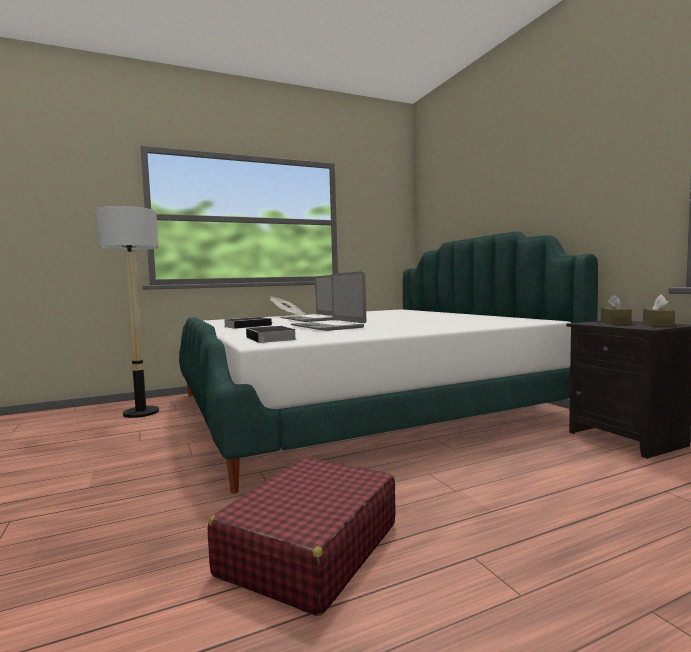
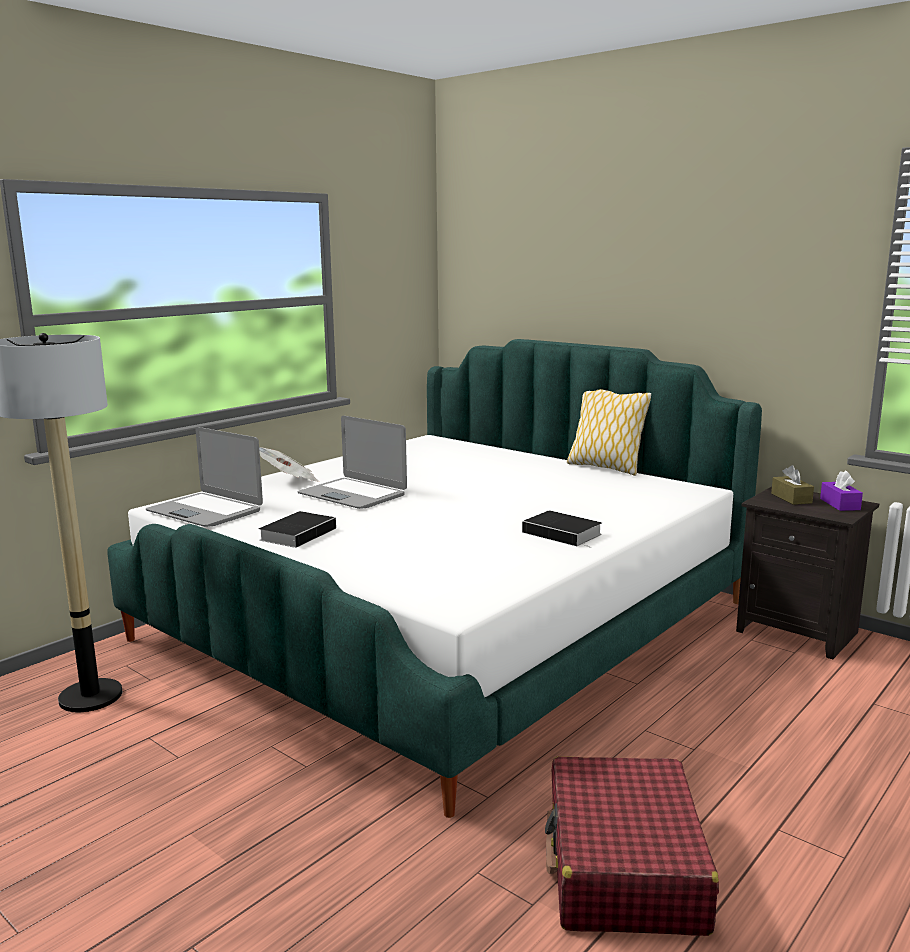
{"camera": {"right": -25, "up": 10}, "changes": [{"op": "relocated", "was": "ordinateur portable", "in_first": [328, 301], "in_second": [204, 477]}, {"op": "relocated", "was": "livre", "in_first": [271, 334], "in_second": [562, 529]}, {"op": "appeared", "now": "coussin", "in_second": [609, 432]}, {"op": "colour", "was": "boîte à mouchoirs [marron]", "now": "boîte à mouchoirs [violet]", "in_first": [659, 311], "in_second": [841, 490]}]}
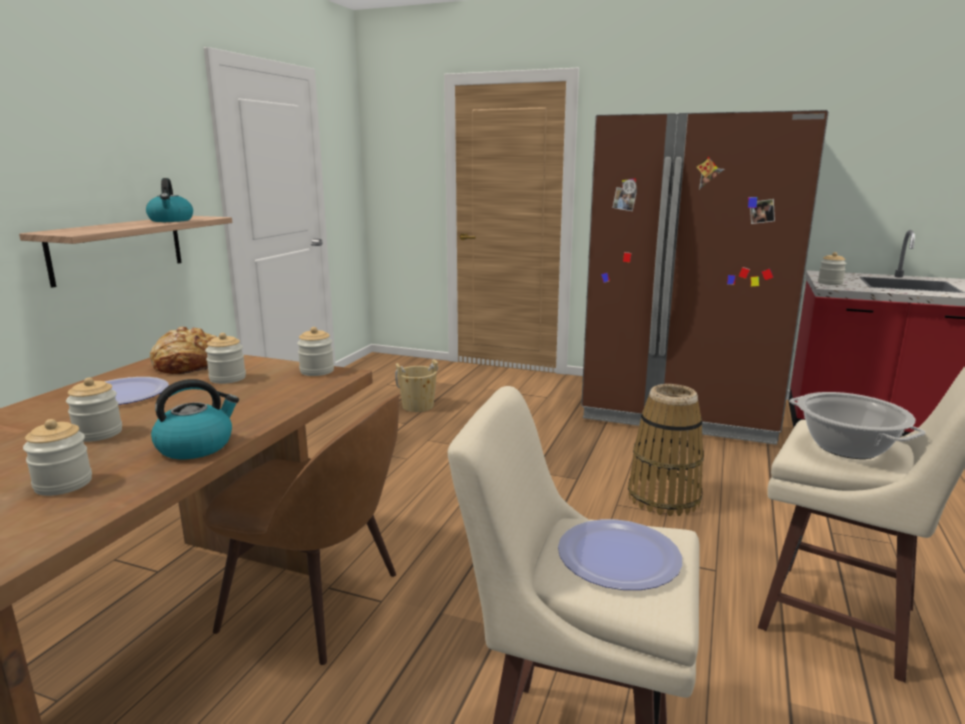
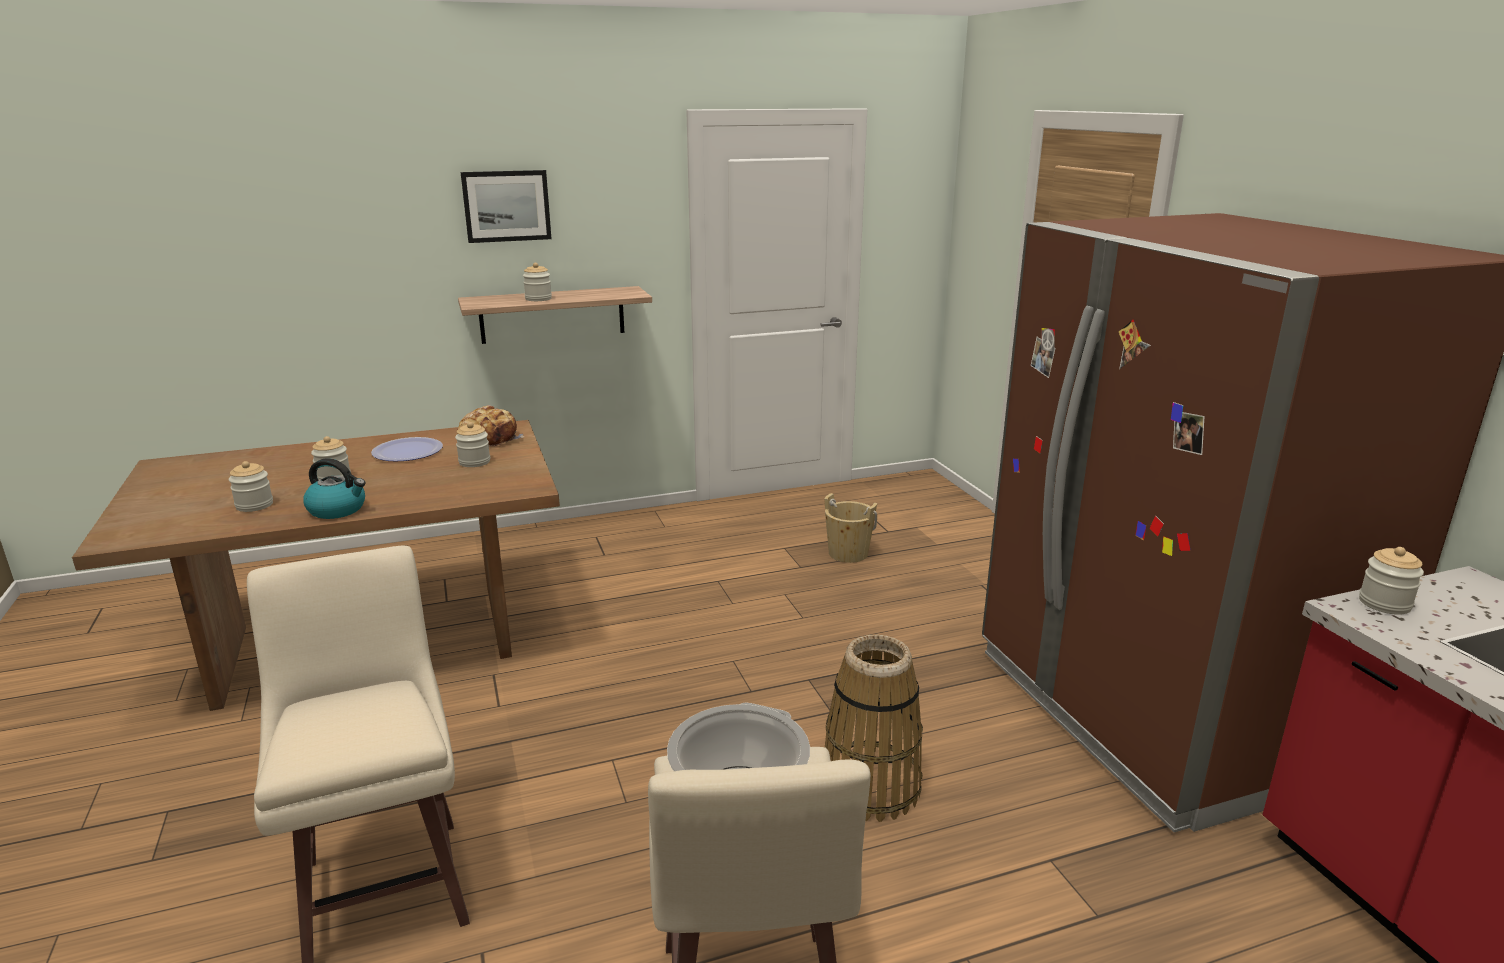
{"camera": {"right": 50, "up": 5}, "changes": [{"op": "appeared", "now": "tableau", "in_second": [506, 206]}, {"op": "relocated", "was": "bocal", "in_first": [315, 351], "in_second": [537, 282]}, {"op": "missing", "was": "bouilloire", "in_first": [169, 200]}, {"op": "missing", "was": "chaise [marron]", "in_first": [301, 529]}, {"op": "missing", "was": "assiette", "in_first": [620, 554]}]}
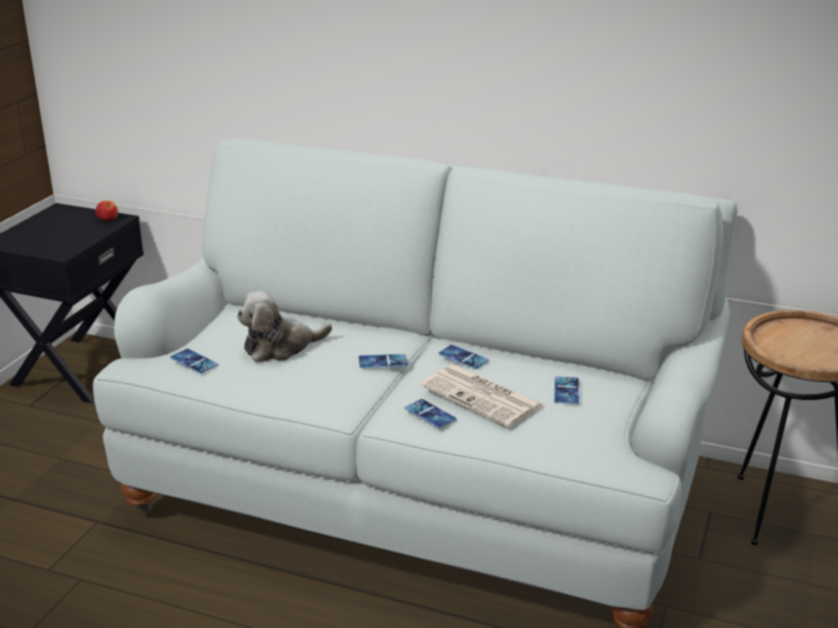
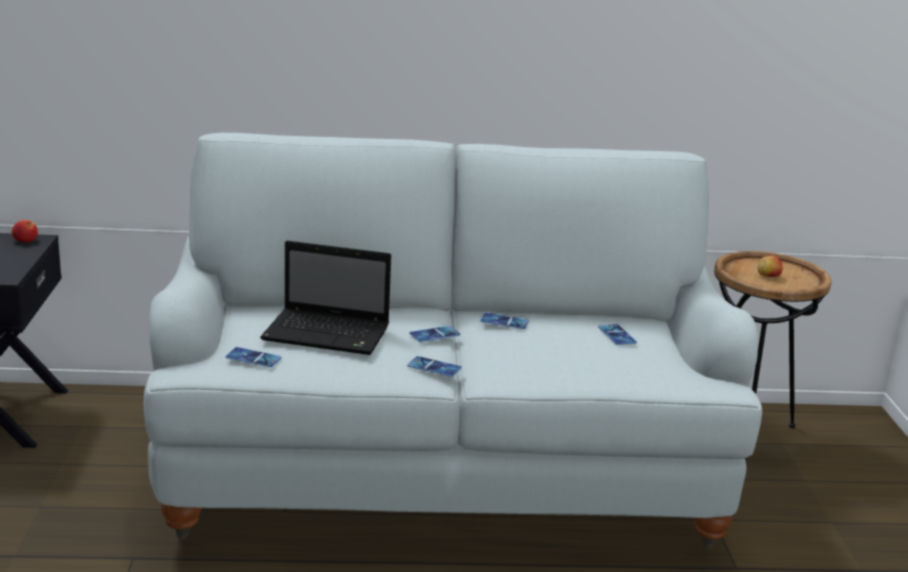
{"camera": {"right": -25, "up": -5}, "changes": [{"op": "exchanged", "was": "peluche", "now": "ordinateur portable", "in_first": [284, 326], "in_second": [325, 298]}, {"op": "relocated", "was": "téléphone", "in_first": [431, 413], "in_second": [434, 366]}, {"op": "appeared", "now": "pomme", "in_second": [770, 266]}, {"op": "missing", "was": "journal", "in_first": [482, 396]}]}
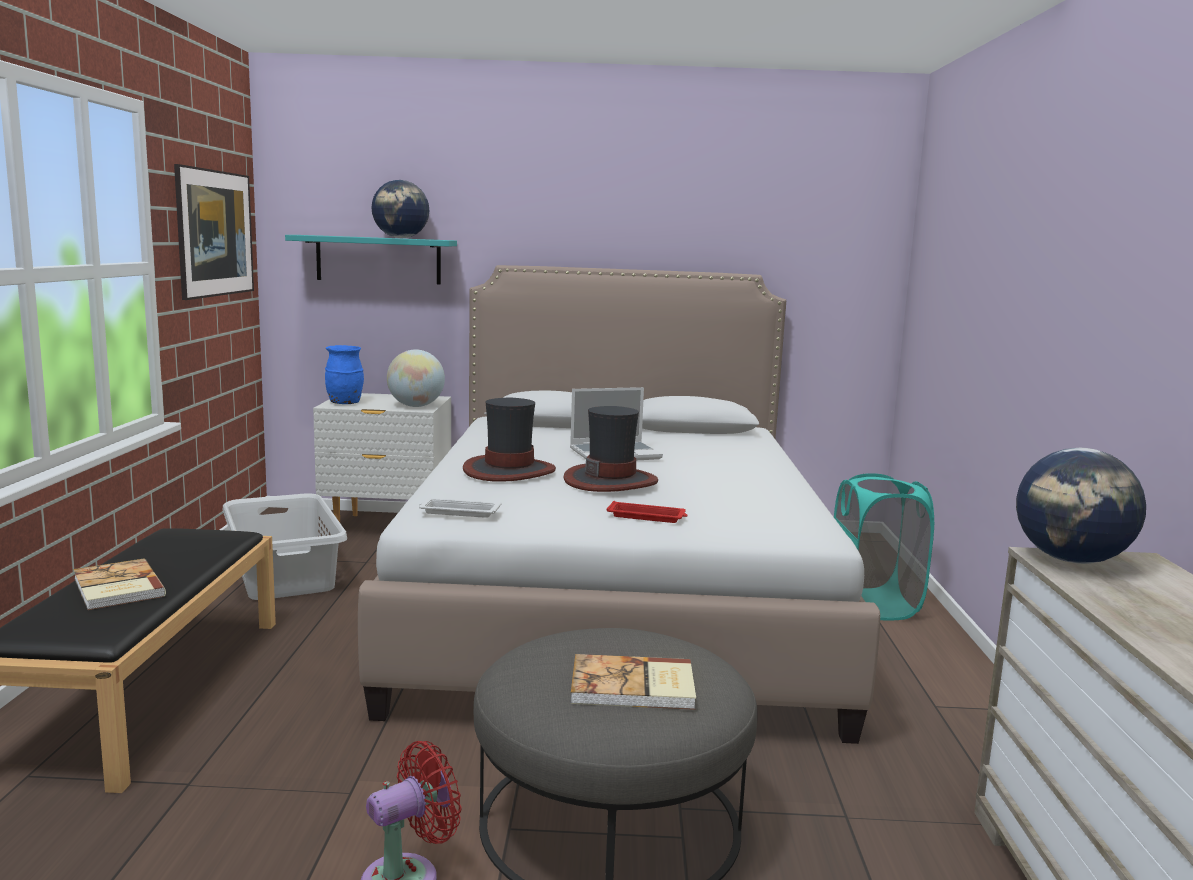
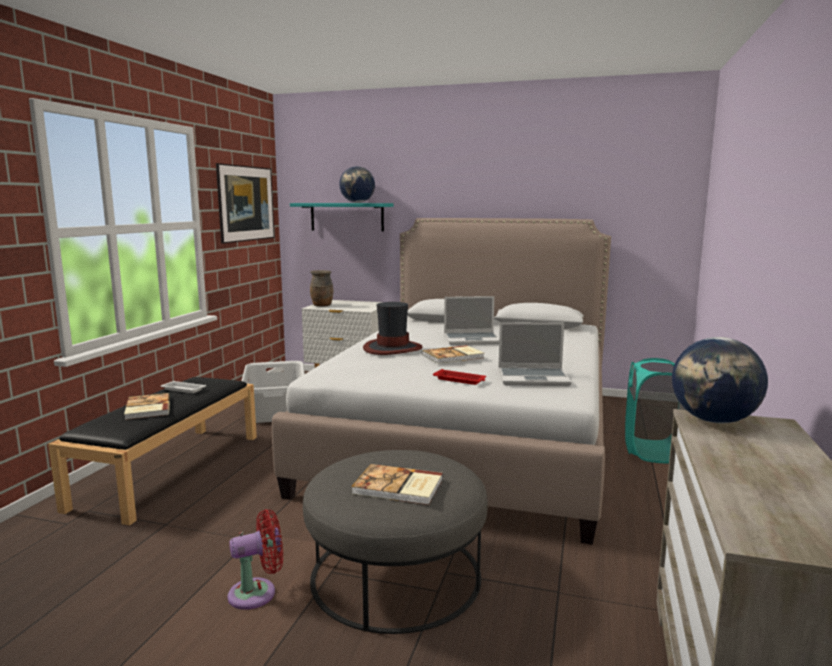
{"camera": {"right": 15, "up": 0}, "changes": [{"op": "relocated", "was": "plateau [blanc]", "in_first": [460, 508], "in_second": [183, 387]}, {"op": "colour", "was": "vase [bleu]", "now": "vase [marron]", "in_first": [344, 374], "in_second": [321, 288]}, {"op": "exchanged", "was": "chapeau", "now": "livre", "in_first": [610, 449], "in_second": [453, 354]}, {"op": "appeared", "now": "ordinateur portable", "in_second": [535, 354]}, {"op": "missing", "was": "globe", "in_first": [416, 378]}]}
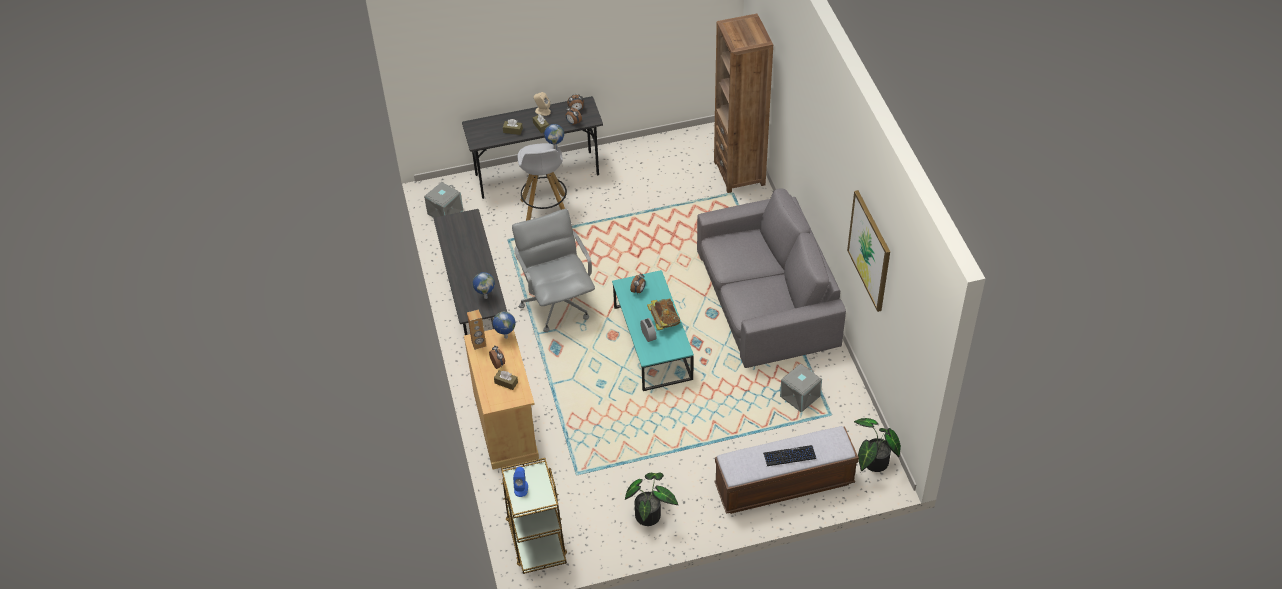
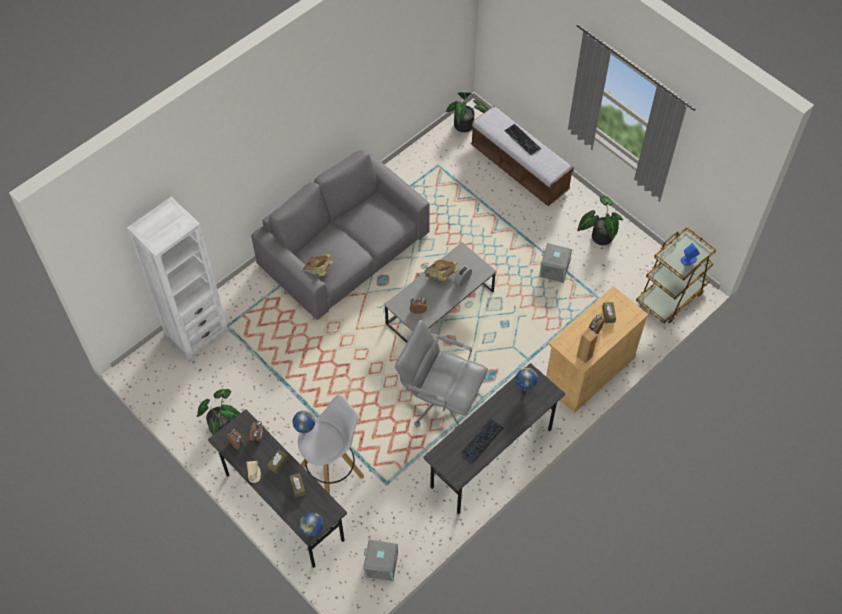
{"camera": {"right": -120, "up": 10}, "changes": [{"op": "colour", "was": "bibliothèque [marron]", "now": "bibliothèque [blanc]", "in_first": [743, 103], "in_second": [177, 278]}, {"op": "appeared", "now": "plante en pot", "in_second": [218, 412]}, {"op": "relocated", "was": "globe", "in_first": [504, 325], "in_second": [312, 524]}, {"op": "appeared", "now": "livre", "in_second": [317, 265]}, {"op": "colour", "was": "table basse [turquoise]", "now": "table basse [gris]", "in_first": [653, 330], "in_second": [440, 292]}, {"op": "spun", "was": "chaise de bureau [gris]", "in_first": [553, 270], "in_second": [441, 374], "clockwise": 75}, {"op": "appeared", "now": "clavier", "in_second": [482, 440]}, {"op": "relocated", "was": "boîte de rangement [gris]", "in_first": [801, 387], "in_second": [555, 263]}, {"op": "missing", "was": "tableau", "in_first": [868, 251]}]}
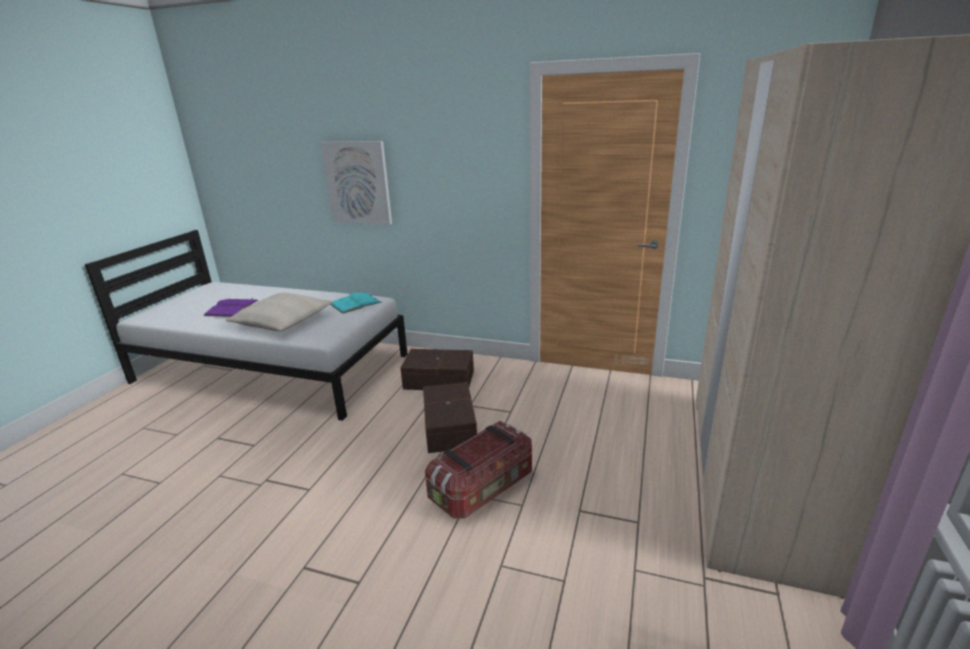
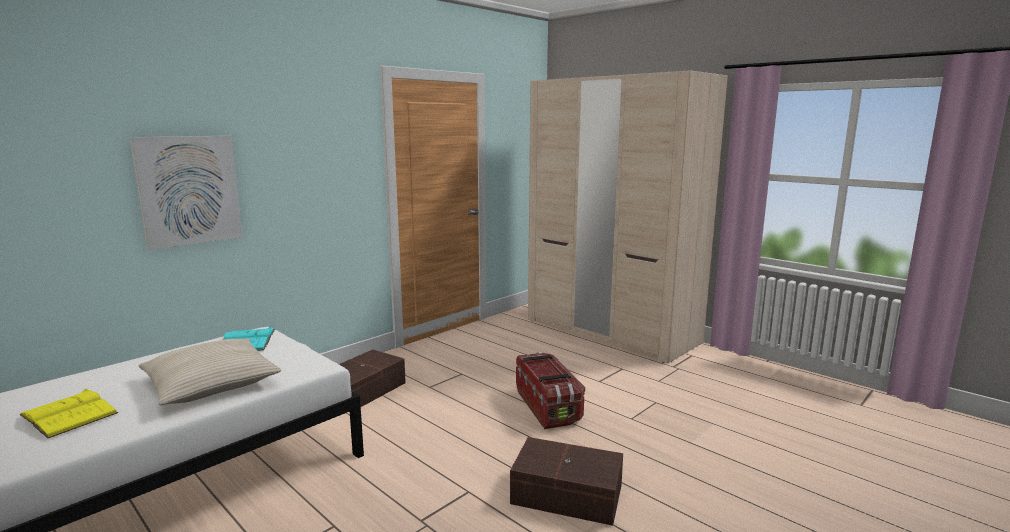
{"camera": {"right": -65, "up": -10}, "changes": [{"op": "colour", "was": "livre [violet]", "now": "livre [jaune]", "in_first": [231, 307], "in_second": [69, 413]}, {"op": "relocated", "was": "boîte de rangement [marron]", "in_first": [450, 417], "in_second": [566, 481]}]}
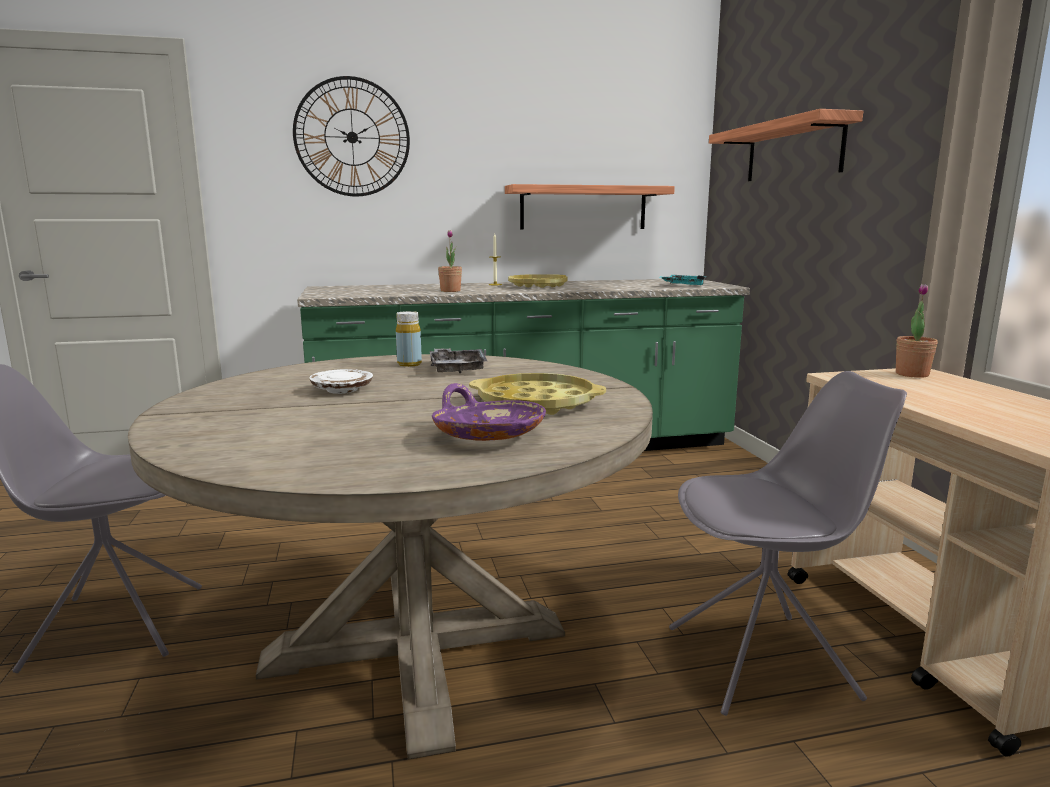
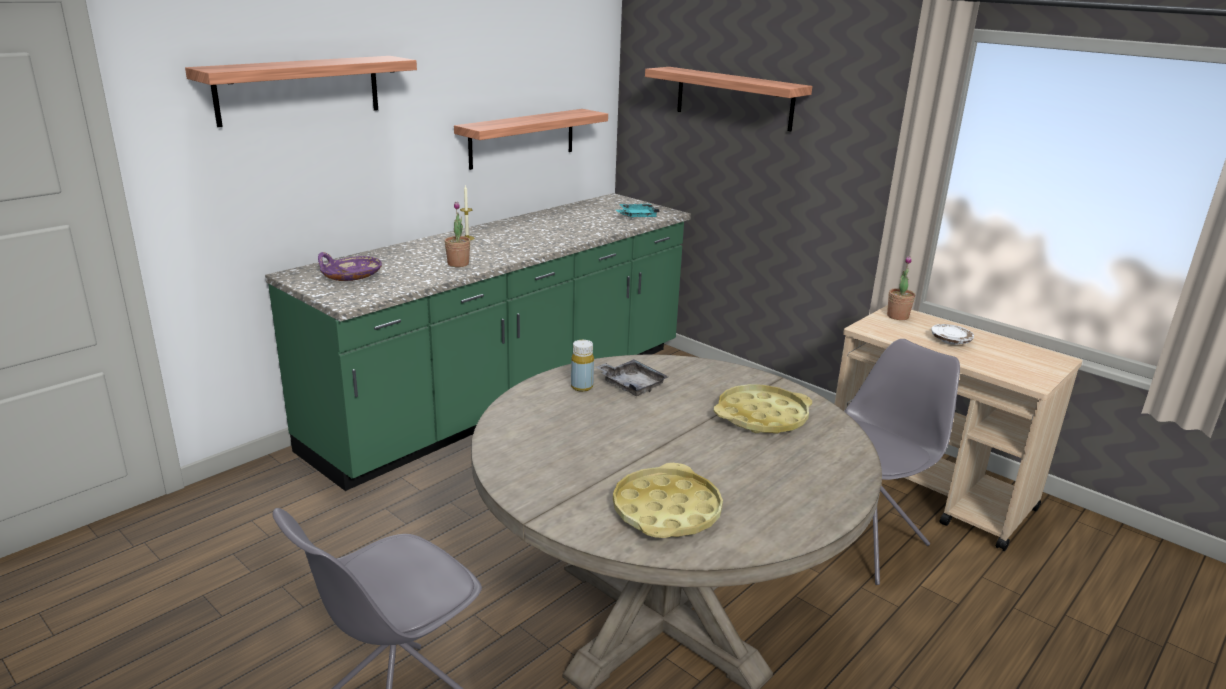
{"camera": {"right": -35, "up": 10}, "changes": [{"op": "exchanged", "was": "horloge murale", "now": "étagère", "in_first": [351, 136], "in_second": [301, 91]}, {"op": "relocated", "was": "bol [violet]", "in_first": [489, 412], "in_second": [350, 266]}, {"op": "relocated", "was": "plateau [jaune]", "in_first": [537, 281], "in_second": [668, 500]}, {"op": "relocated", "was": "assiette [blanc]", "in_first": [341, 381], "in_second": [952, 334]}]}
